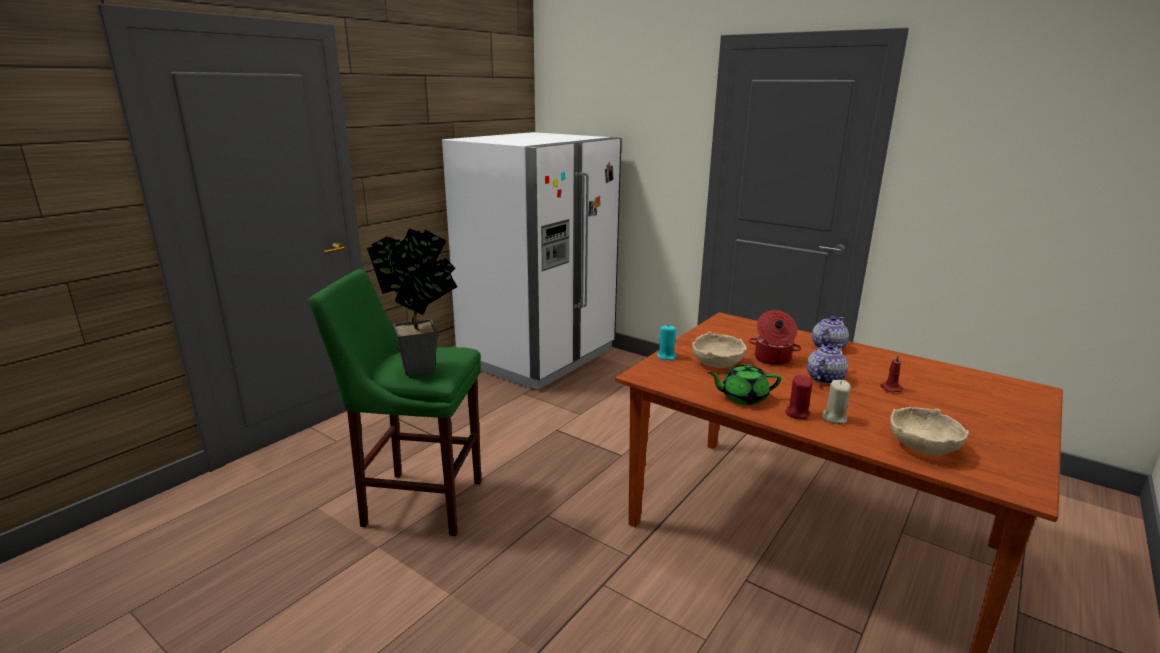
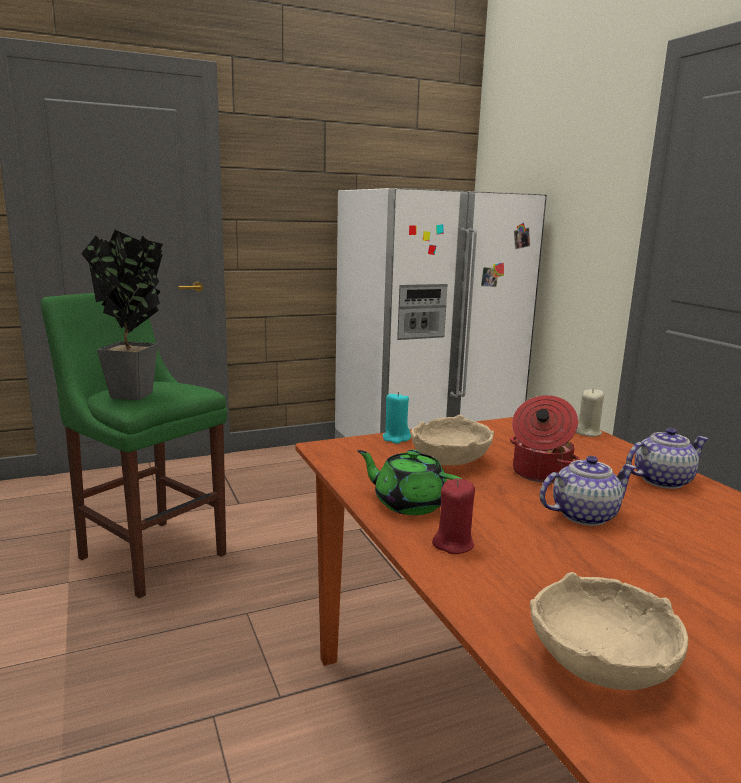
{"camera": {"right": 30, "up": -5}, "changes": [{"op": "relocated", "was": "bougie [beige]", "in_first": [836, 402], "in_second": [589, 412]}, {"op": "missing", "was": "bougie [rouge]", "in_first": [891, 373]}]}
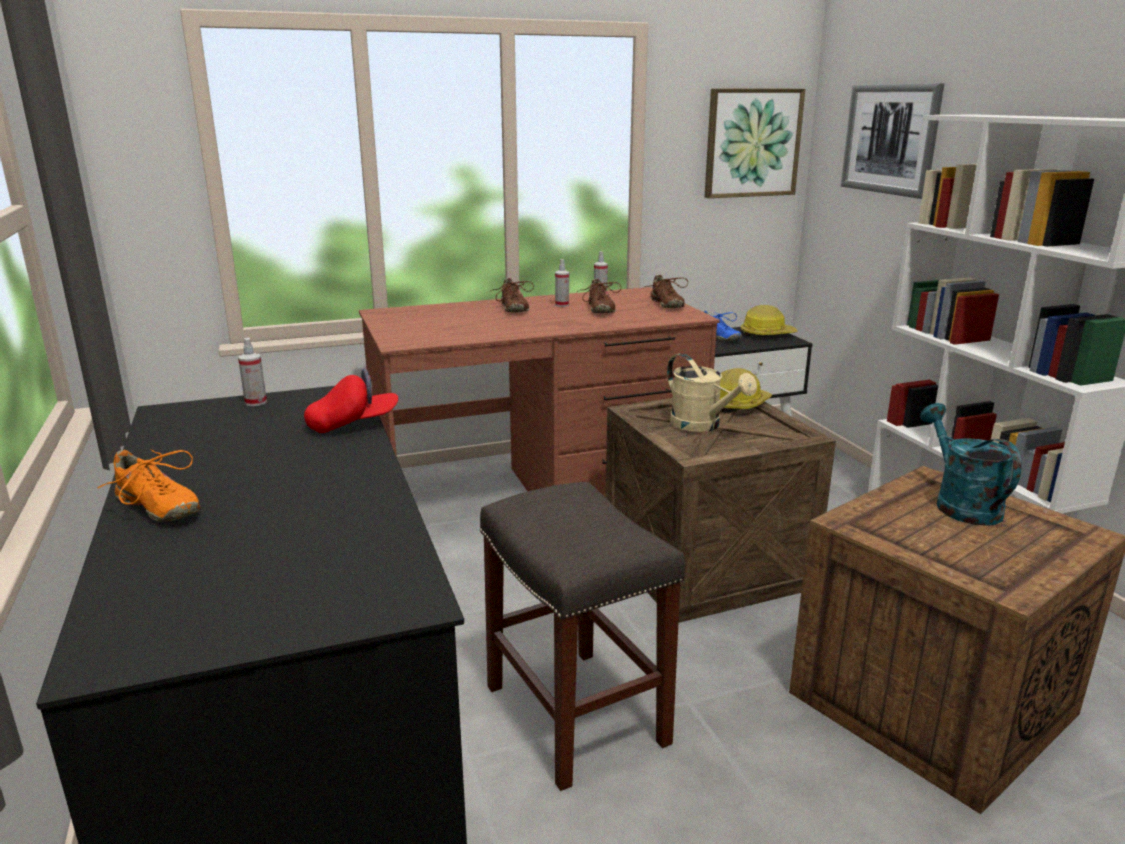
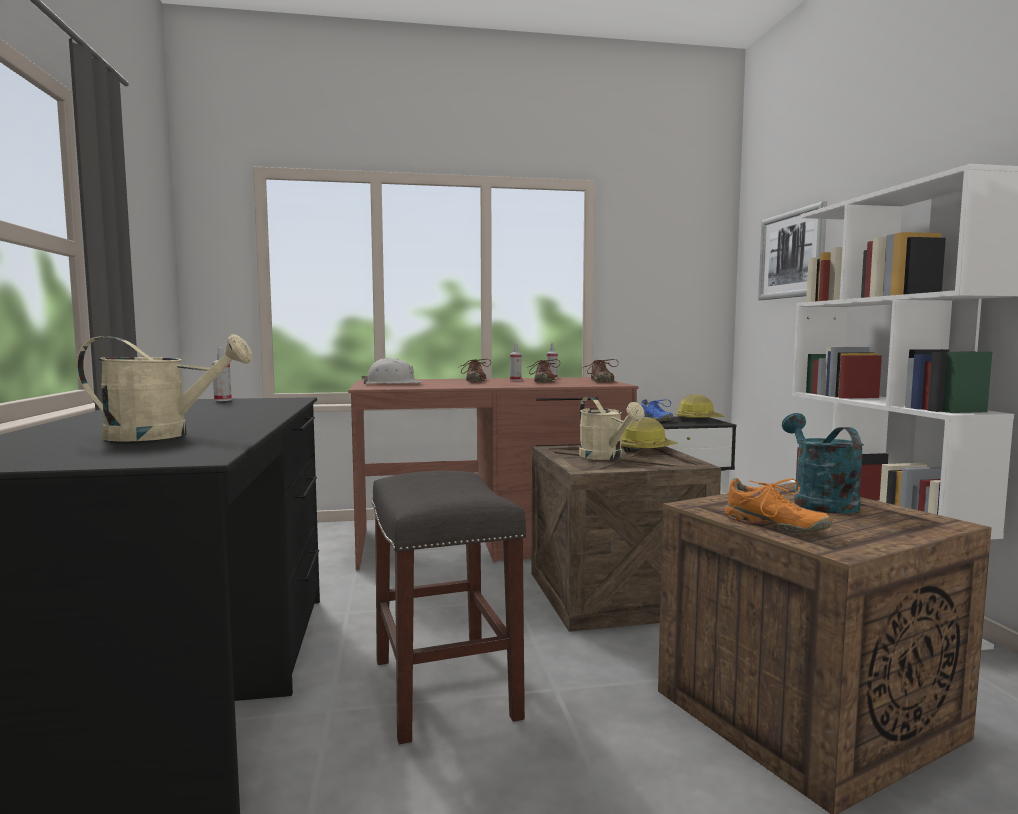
{"camera": {"right": 10, "up": -15}, "changes": [{"op": "appeared", "now": "arrosoir [beige]", "in_second": [164, 388]}, {"op": "appeared", "now": "casque de chantier [blanc]", "in_second": [392, 371]}, {"op": "relocated", "was": "chaussure [orange]", "in_first": [148, 485], "in_second": [778, 505]}, {"op": "missing", "was": "casquette [rouge]", "in_first": [351, 400]}, {"op": "missing", "was": "tableau", "in_first": [754, 143]}]}
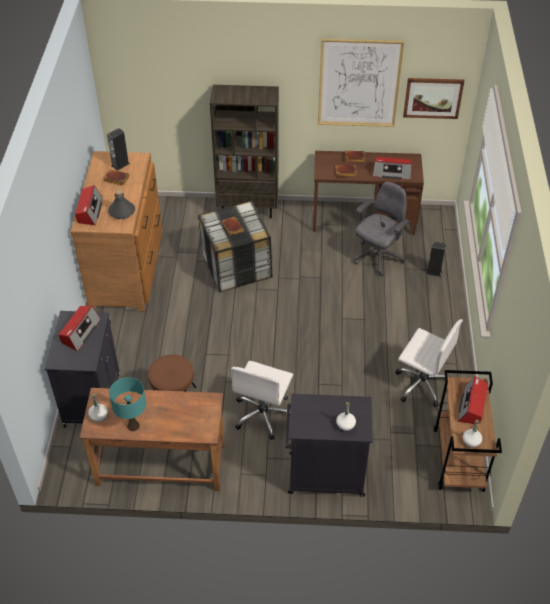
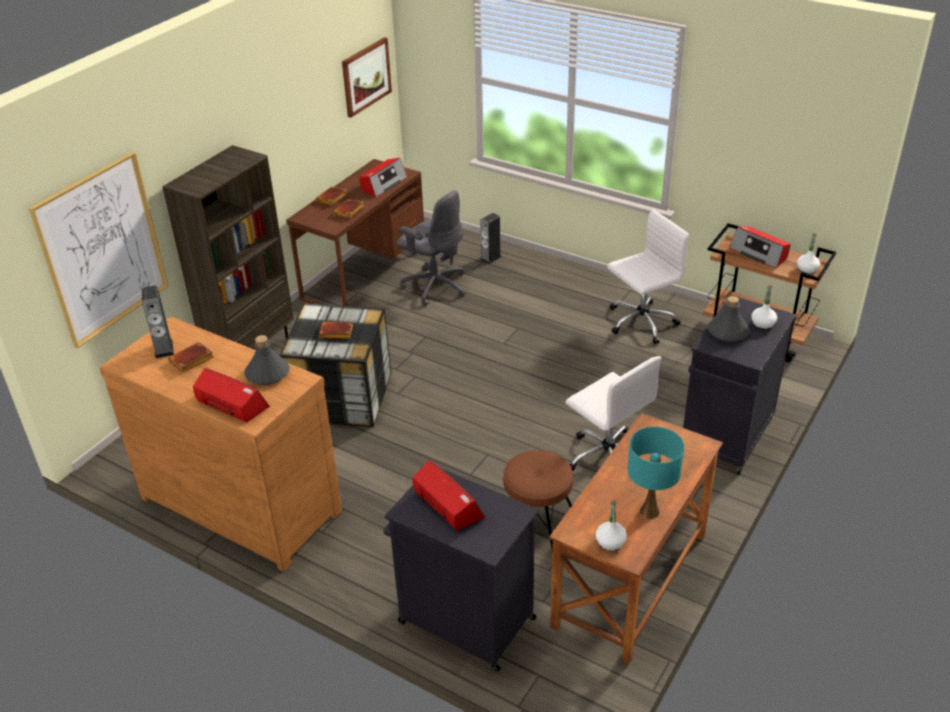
{"camera": {"right": -60, "up": -10}, "changes": [{"op": "relocated", "was": "tableau", "in_first": [361, 83], "in_second": [99, 250]}, {"op": "spun", "was": "chaise de bureau [gris]", "in_first": [381, 229], "in_second": [431, 248], "clockwise": 150}, {"op": "appeared", "now": "bouteille [gris]", "in_second": [729, 319]}]}
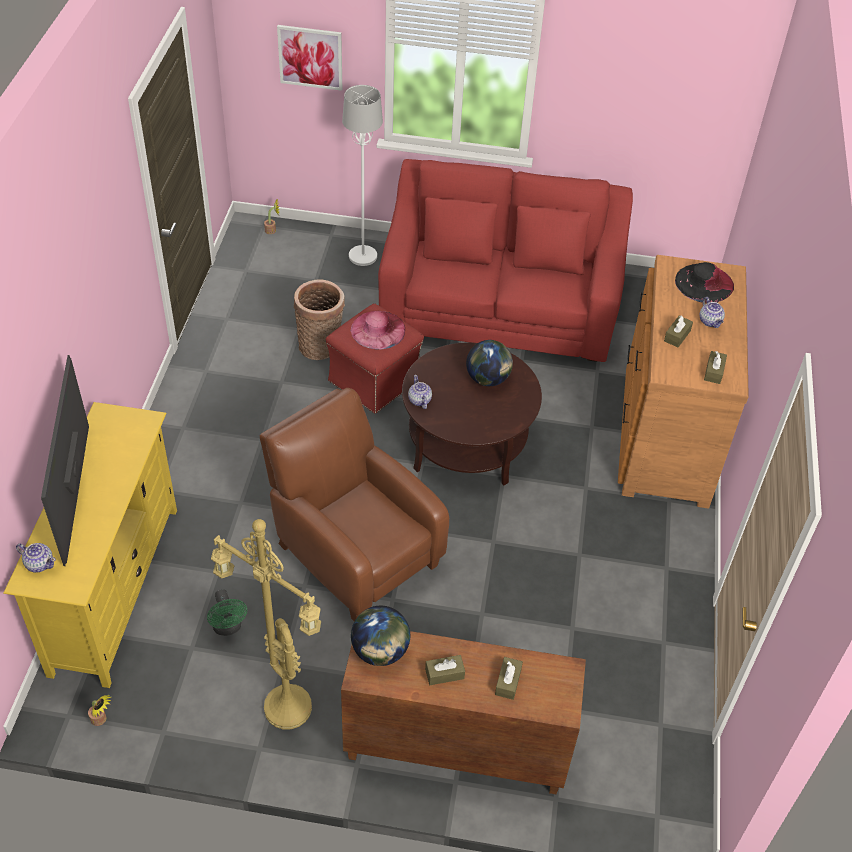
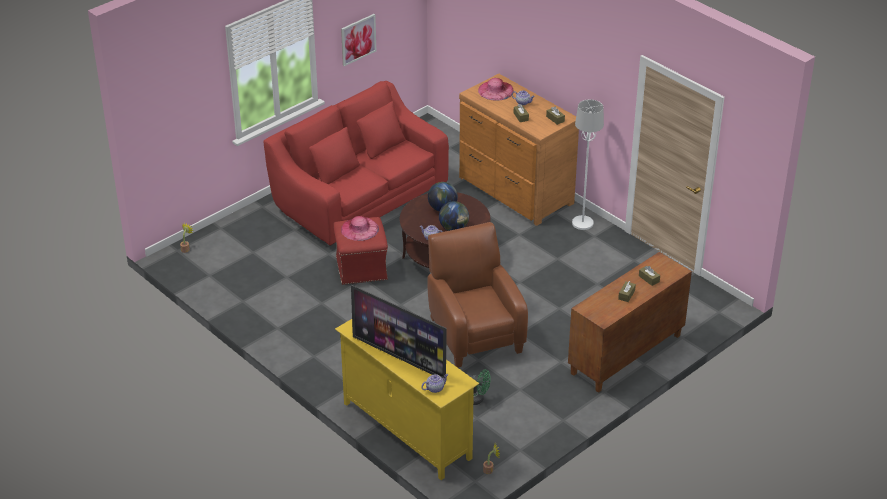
{"camera": {"right": -50, "up": -10}, "changes": [{"op": "relocated", "was": "tableau", "in_first": [309, 58], "in_second": [358, 40]}, {"op": "spun", "was": "fauteuil [marron]", "in_first": [354, 504], "in_second": [477, 295], "clockwise": 75}, {"op": "relocated", "was": "globe", "in_first": [380, 636], "in_second": [454, 216]}, {"op": "colour", "was": "chapeau [noir]", "now": "chapeau [rose]", "in_first": [704, 282], "in_second": [496, 89]}, {"op": "relocated", "was": "lampadaire [blanc]", "in_first": [362, 175], "in_second": [588, 164]}, {"op": "missing", "was": "lampadaire [jaune]", "in_first": [266, 624]}, {"op": "missing", "was": "panier", "in_first": [319, 319]}]}
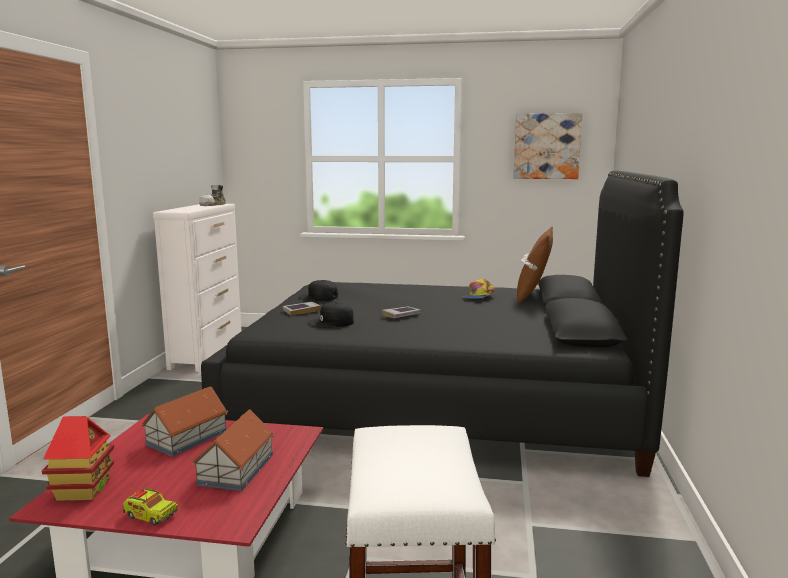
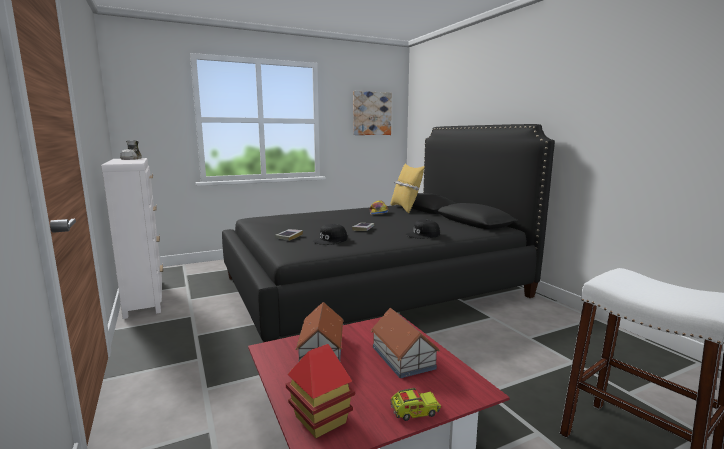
{"camera": {"right": -35, "up": 0}, "changes": [{"op": "colour", "was": "coussin [marron]", "now": "coussin [jaune]", "in_first": [535, 265], "in_second": [407, 188]}, {"op": "relocated", "was": "casquette [noir]", "in_first": [318, 290], "in_second": [423, 229]}]}
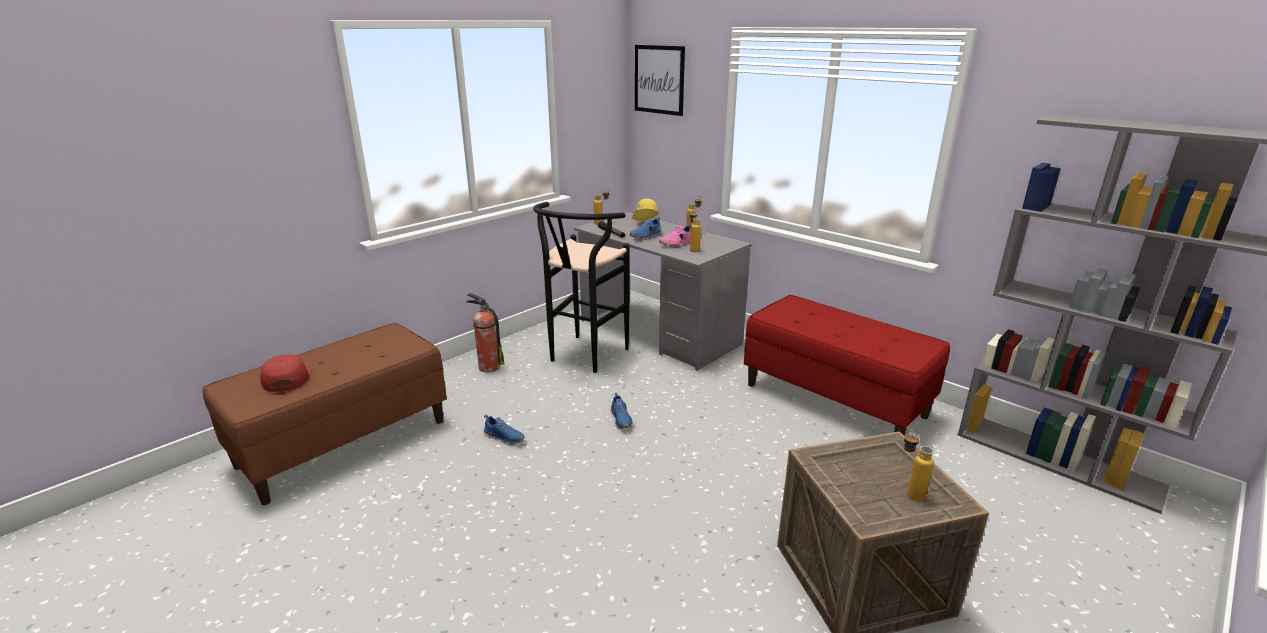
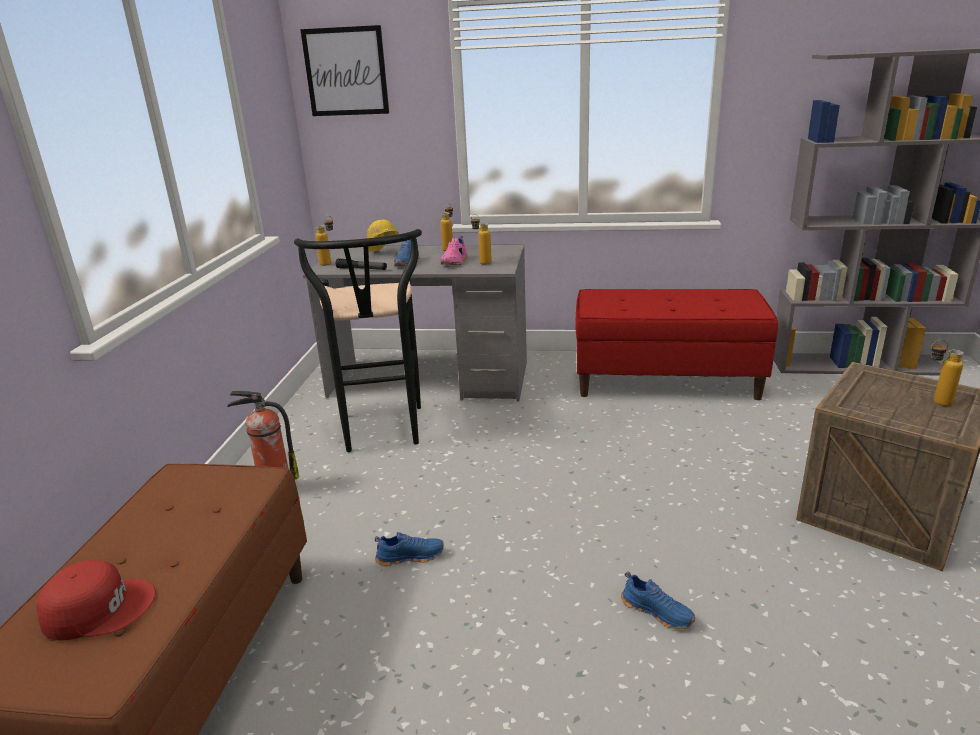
{"camera": {"right": -35, "up": 0}, "changes": [{"op": "spun", "was": "casquette [rouge]", "in_first": [285, 373], "in_second": [96, 600], "clockwise": 135}, {"op": "relocated", "was": "chaussure [bleu]", "in_first": [621, 411], "in_second": [658, 600]}]}
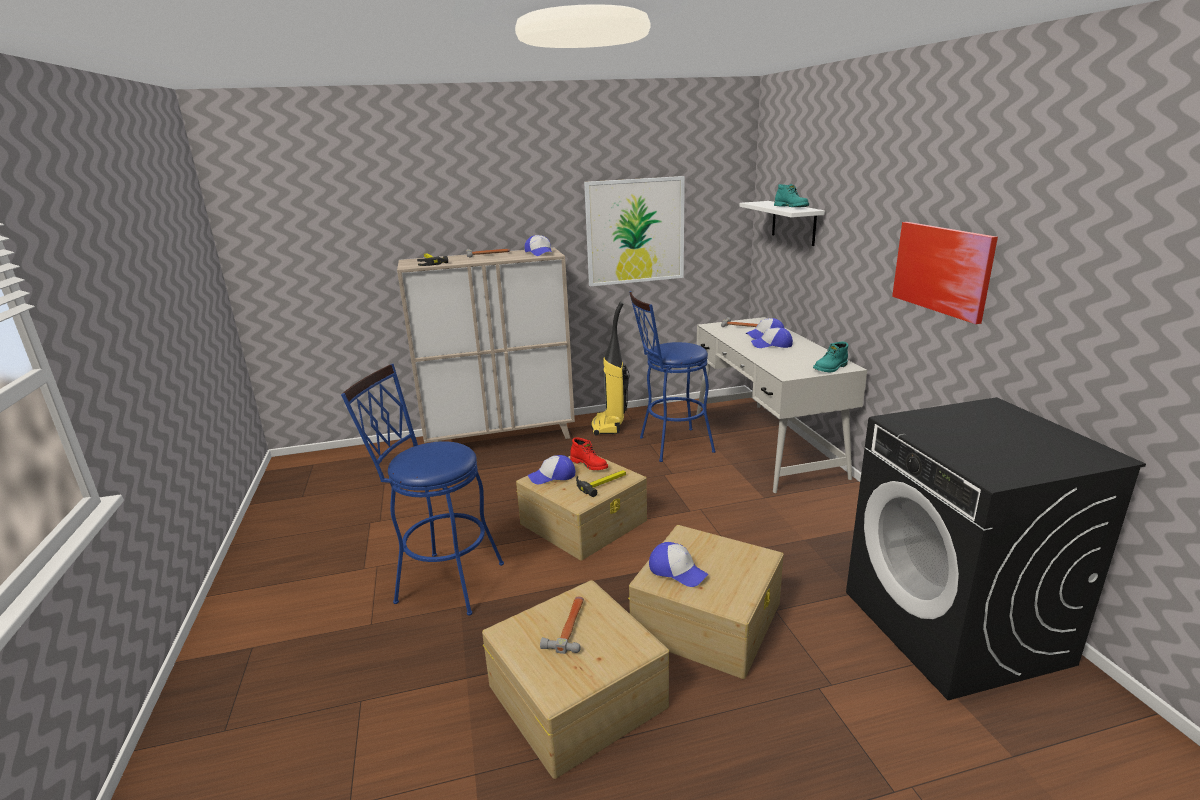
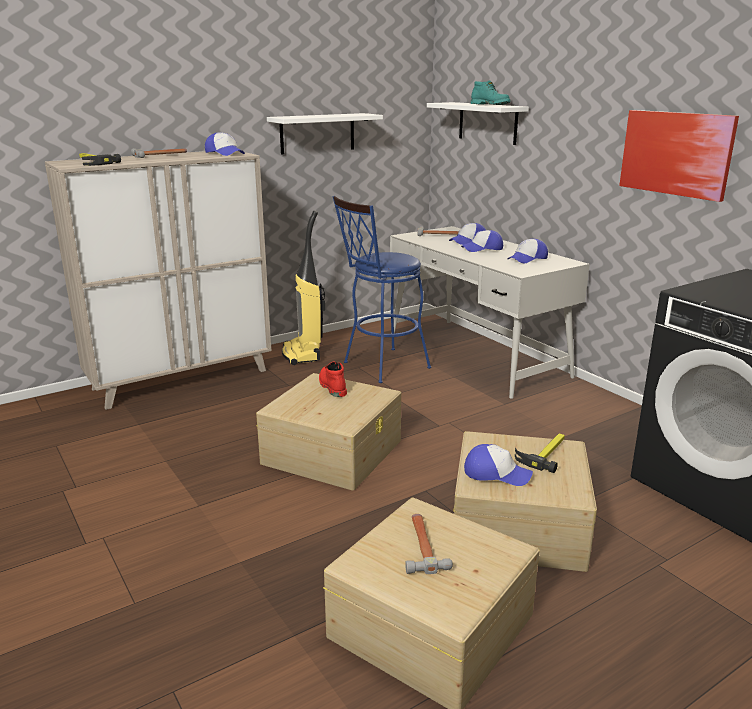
{"camera": {"right": -20, "up": 0}, "changes": [{"op": "exchanged", "was": "tableau", "now": "étagère [blanc]", "in_first": [634, 231], "in_second": [325, 134]}, {"op": "spun", "was": "botte [rouge]", "in_first": [589, 454], "in_second": [333, 379], "clockwise": -135}, {"op": "relocated", "was": "casquette", "in_first": [551, 469], "in_second": [528, 251]}, {"op": "relocated", "was": "marteau", "in_first": [601, 483], "in_second": [540, 453]}, {"op": "missing", "was": "tabouret [bleu]", "in_first": [422, 490]}, {"op": "missing", "was": "botte [turquoise]", "in_first": [830, 357]}]}
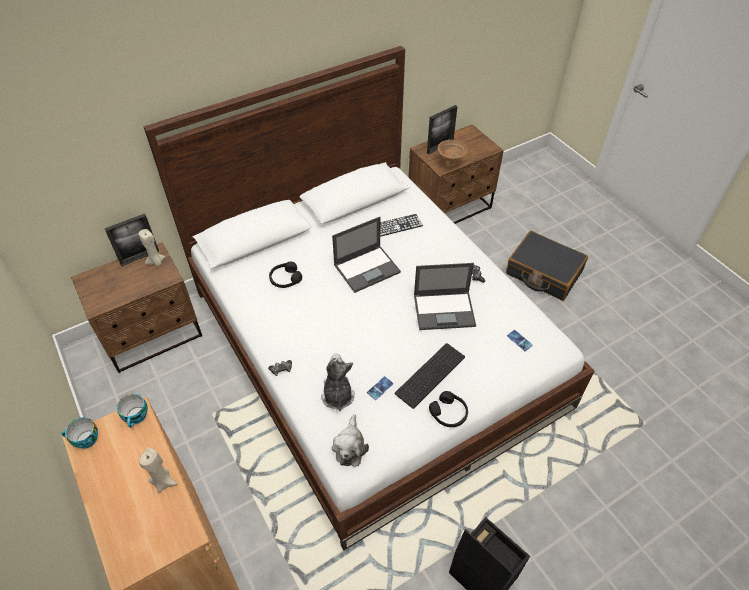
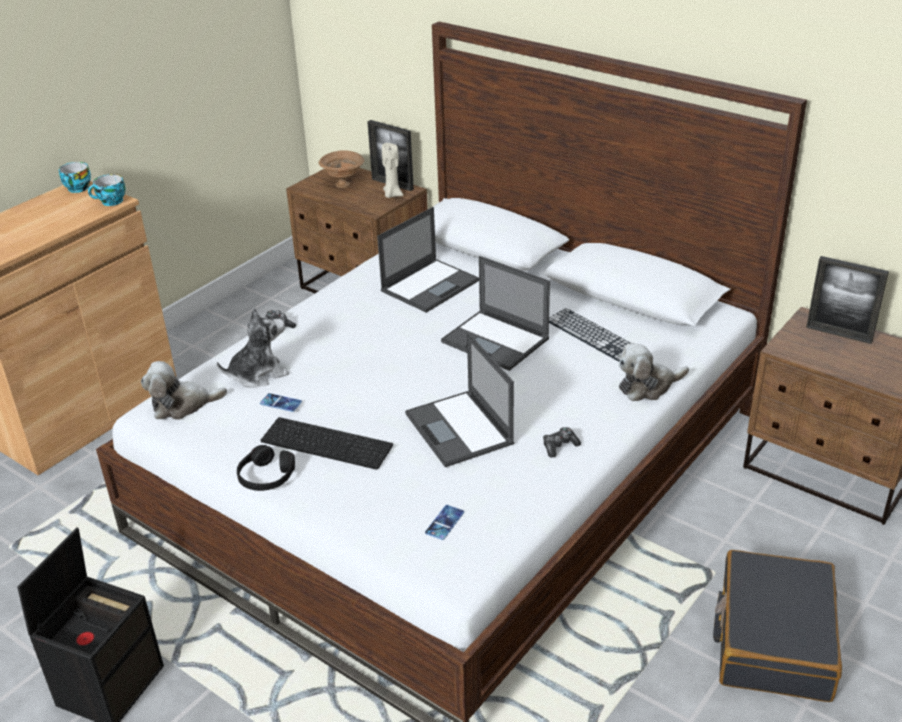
{"camera": {"right": 70, "up": -15}, "changes": [{"op": "relocated", "was": "bol [marron]", "in_first": [453, 153], "in_second": [341, 169]}, {"op": "exchanged", "was": "casque audio [noir]", "now": "ordinateur portable", "in_first": [285, 275], "in_second": [428, 260]}, {"op": "appeared", "now": "peluche", "in_second": [654, 372]}, {"op": "missing", "was": "bougie [beige]", "in_first": [158, 470]}]}
